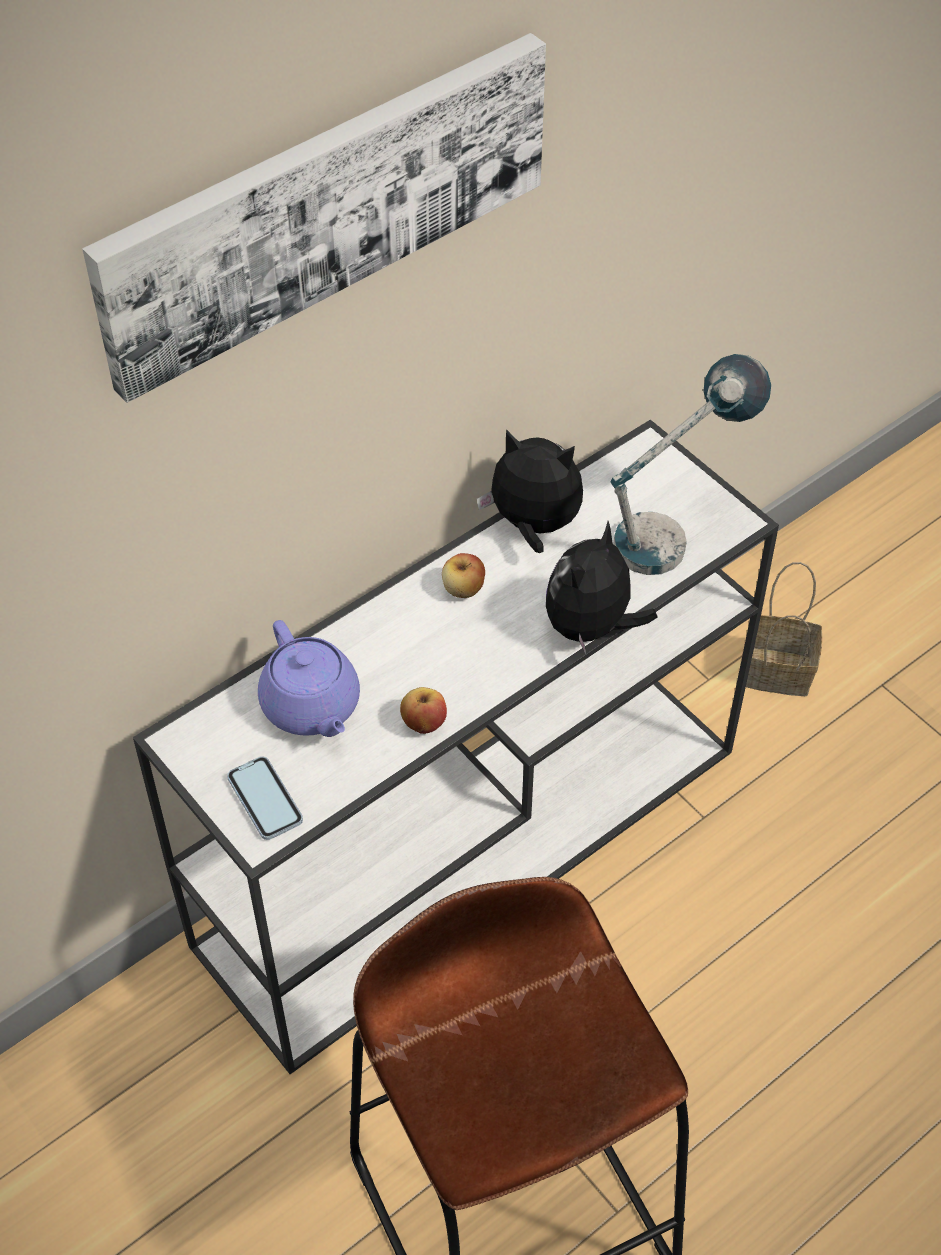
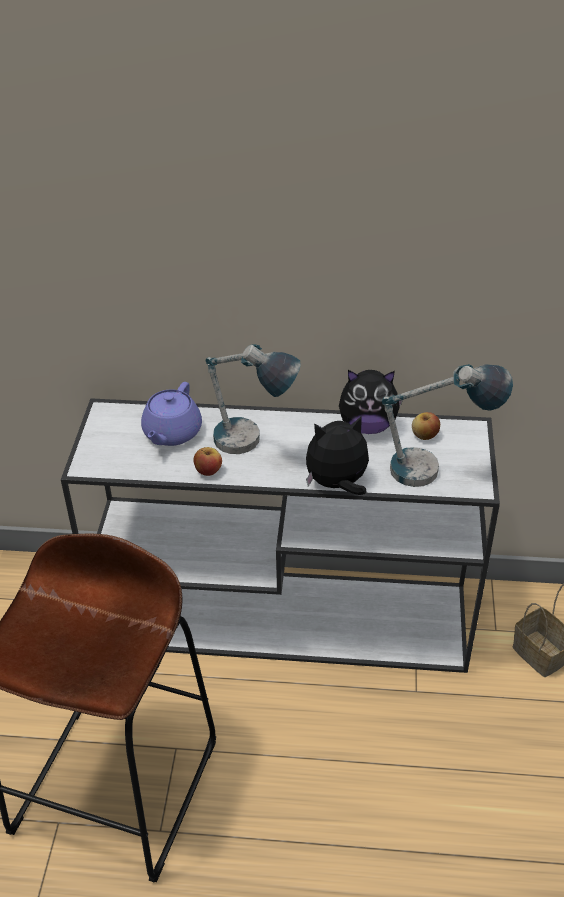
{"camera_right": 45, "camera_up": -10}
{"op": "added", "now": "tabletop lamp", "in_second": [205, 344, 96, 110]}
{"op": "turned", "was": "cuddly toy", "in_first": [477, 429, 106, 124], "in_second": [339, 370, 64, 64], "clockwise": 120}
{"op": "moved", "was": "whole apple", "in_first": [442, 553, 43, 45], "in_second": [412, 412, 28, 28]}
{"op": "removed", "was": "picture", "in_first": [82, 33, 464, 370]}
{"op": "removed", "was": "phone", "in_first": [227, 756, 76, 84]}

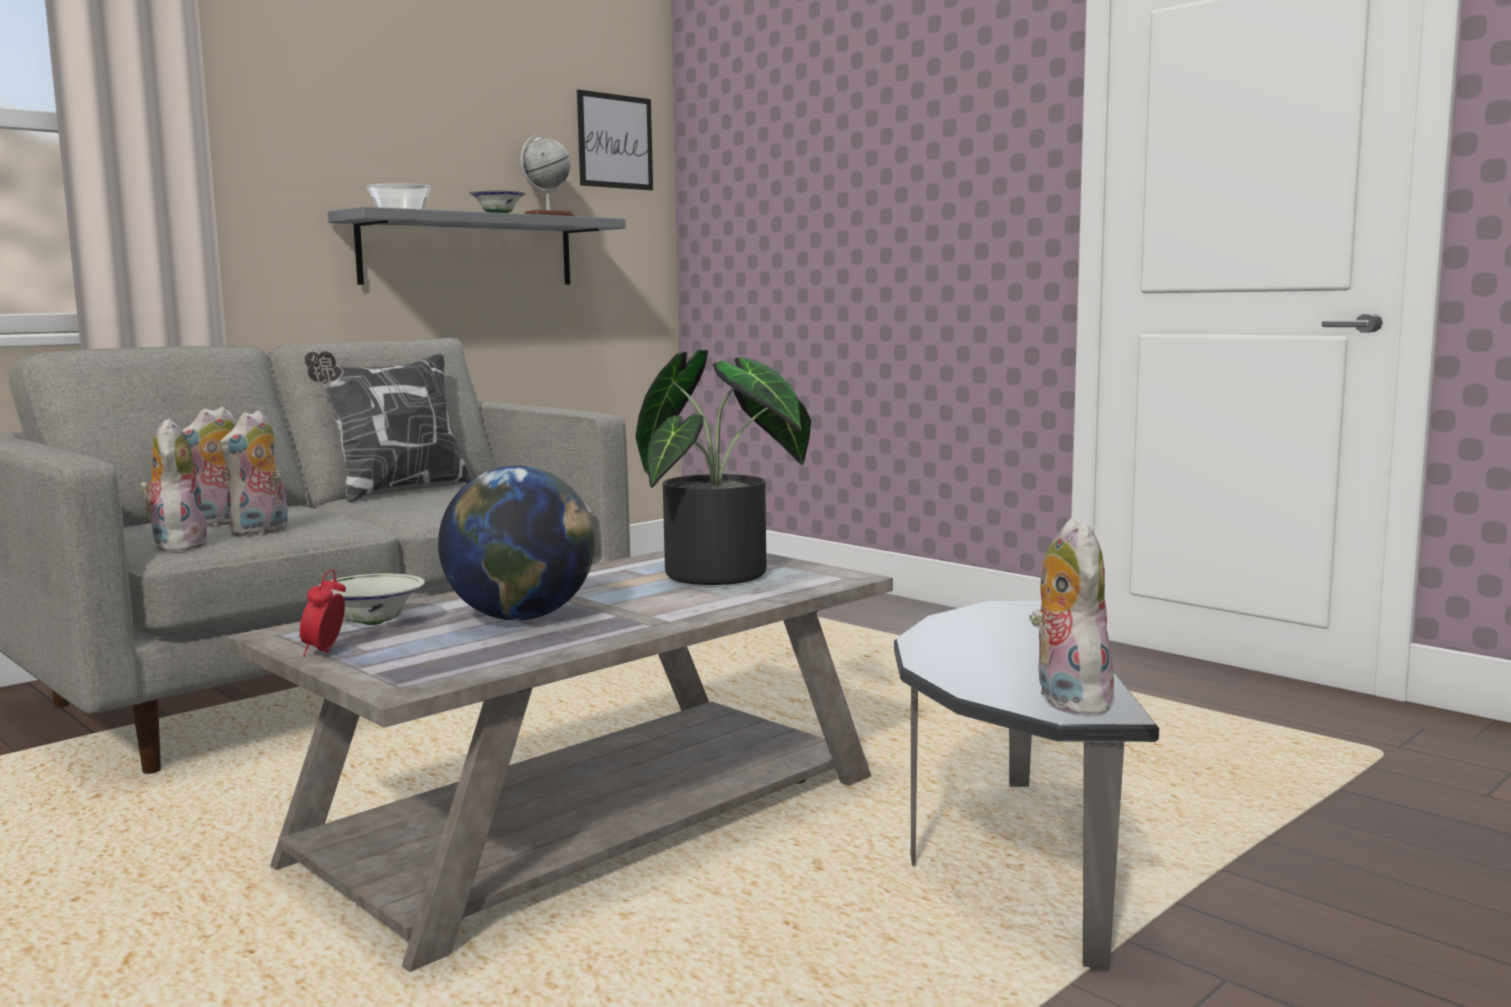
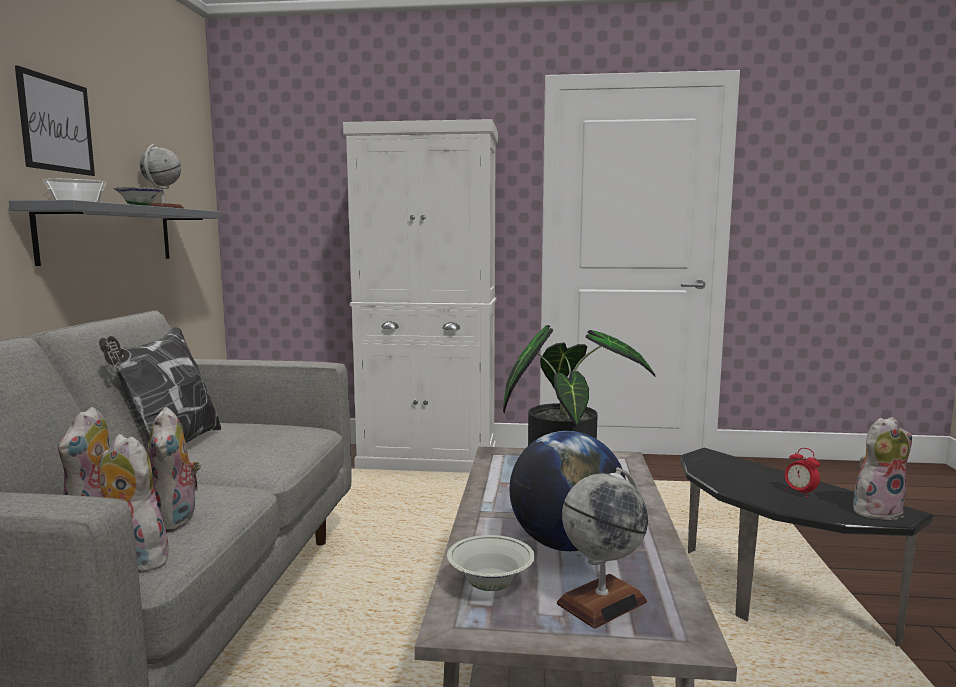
{"camera_right": -40, "camera_up": 0}
{"op": "moved", "was": "picture", "in_first": [577, 90, 76, 100], "in_second": [15, 66, 80, 110]}
{"op": "added", "now": "cupboard/whitish", "in_second": [343, 119, 155, 354]}
{"op": "added", "now": "desk globe", "in_second": [557, 467, 91, 162]}
{"op": "moved", "was": "bedside clock", "in_first": [300, 569, 46, 88], "in_second": [785, 448, 35, 49]}
{"op": "turned", "was": "cuddly toy", "in_first": [1029, 519, 89, 196], "in_second": [853, 417, 59, 103], "clockwise": 120}

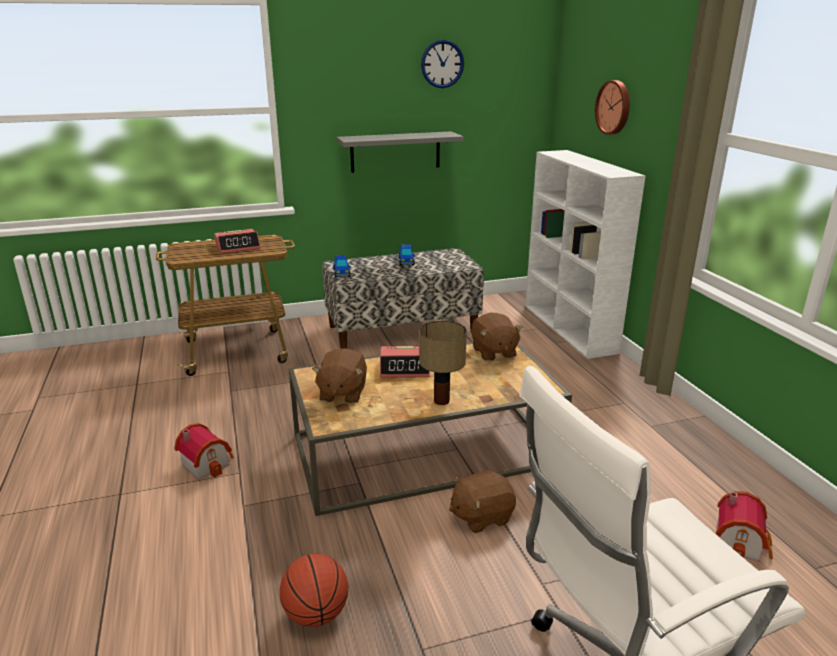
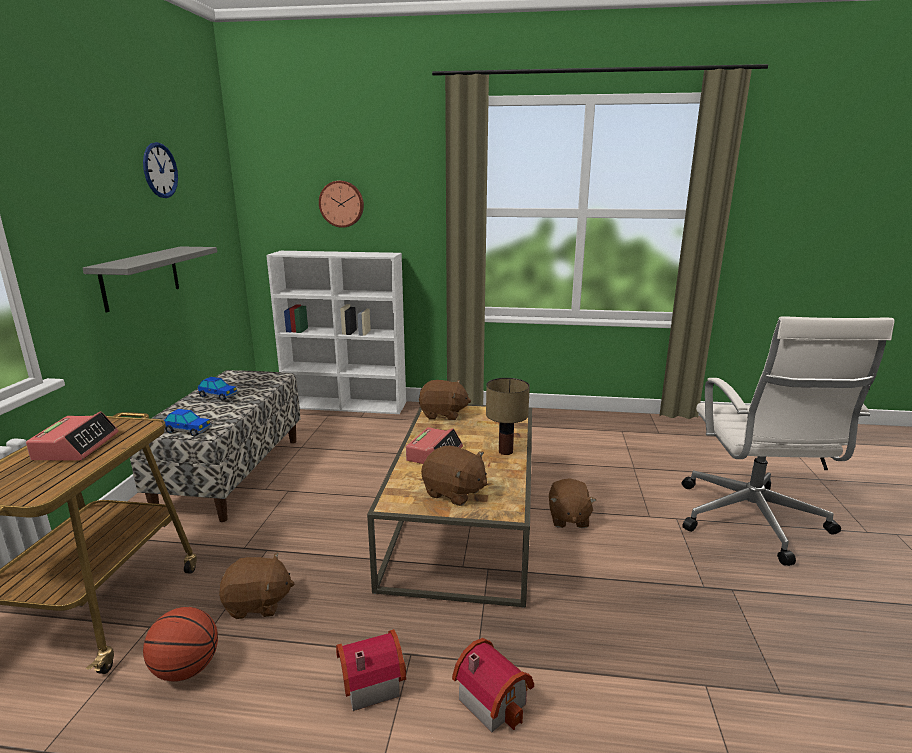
{"camera_right": -65, "camera_up": -5}
{"op": "moved", "was": "basketball ball", "in_first": [280, 554, 68, 73], "in_second": [143, 607, 75, 75]}
{"op": "added", "now": "cuddly toy/brown-coloured", "in_second": [219, 552, 76, 67]}
{"op": "moved", "was": "toy house", "in_first": [716, 491, 57, 71], "in_second": [452, 638, 82, 95]}

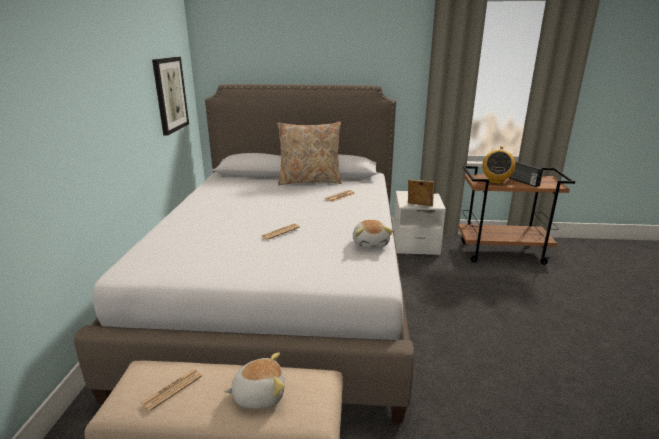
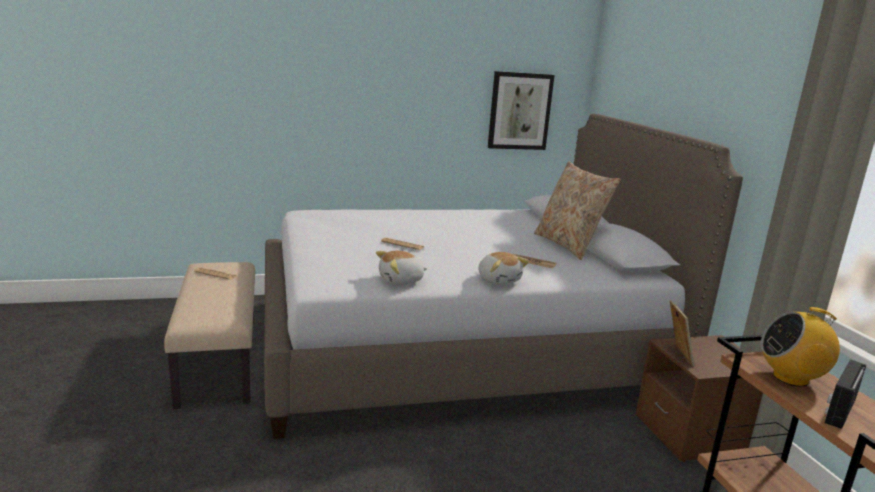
{"camera_right": 70, "camera_up": -5}
{"op": "moved", "was": "cuddly toy", "in_first": [224, 352, 61, 57], "in_second": [478, 252, 51, 32]}
{"op": "recoloured", "was": "bedside table/whitish", "now": "bedside table/brown-coloured", "in_first": [393, 191, 53, 64], "in_second": [635, 335, 128, 127]}

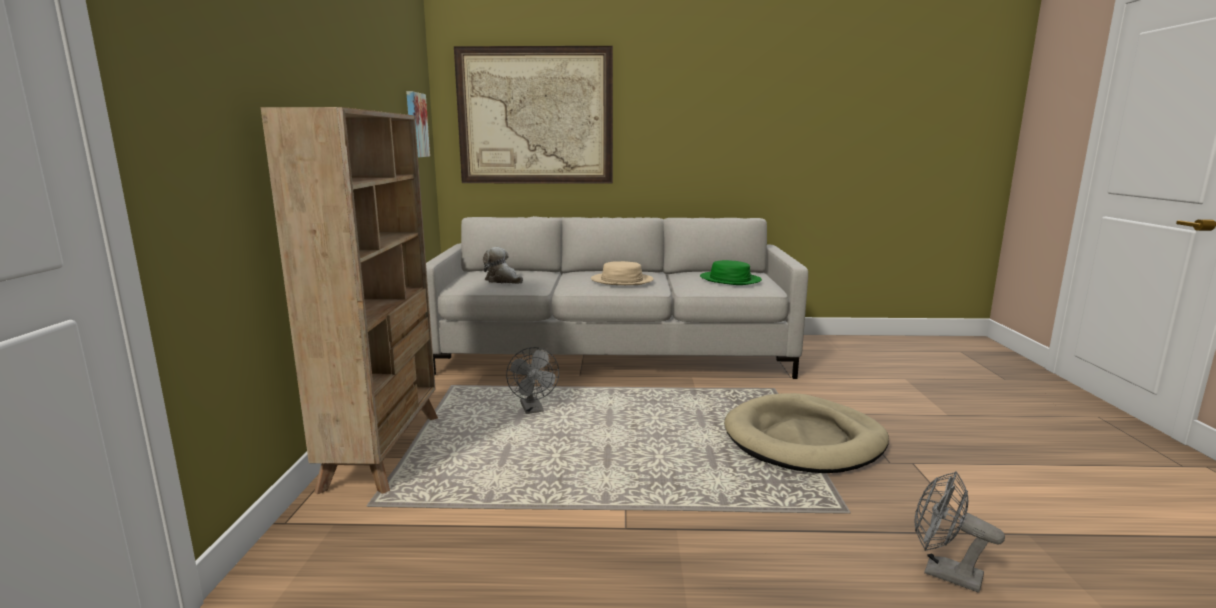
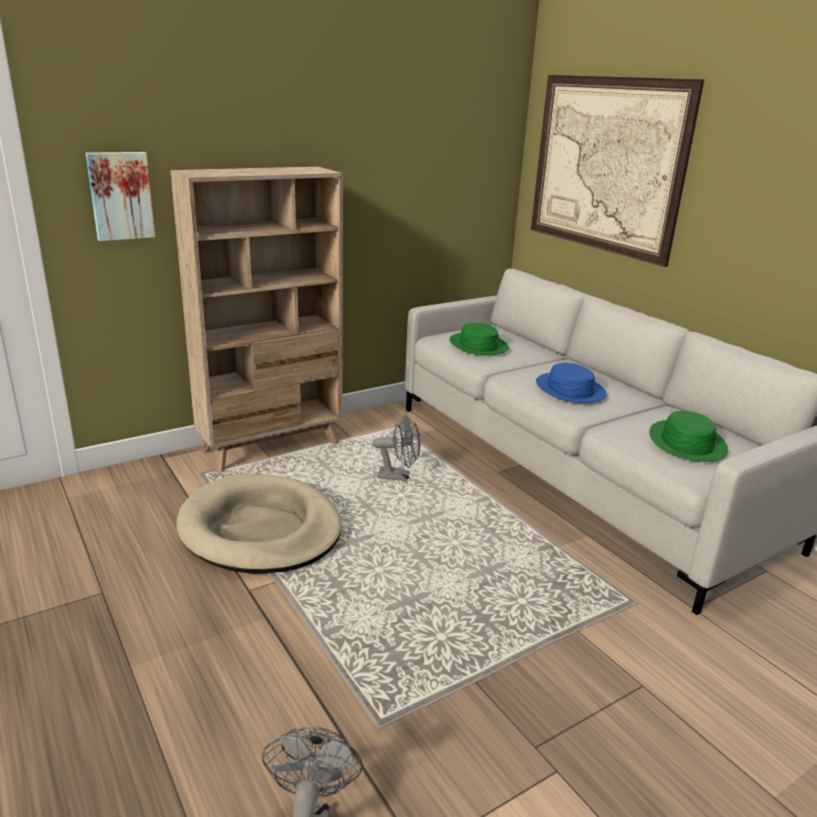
{"camera_right": 55, "camera_up": 10}
{"op": "moved", "was": "picture", "in_first": [406, 91, 24, 67], "in_second": [86, 152, 69, 89]}
{"op": "moved", "was": "pet bed/beige-coloured", "in_first": [724, 393, 165, 80], "in_second": [176, 474, 166, 100]}
{"op": "turned", "was": "fan/greyish", "in_first": [506, 347, 53, 67], "in_second": [372, 415, 49, 66], "clockwise": -120}
{"op": "replaced", "was": "cuddly toy", "now": "wearable hat/greenish", "in_first": [483, 247, 40, 37], "in_second": [450, 323, 59, 32]}
{"op": "recoloured", "was": "wearable hat/beige-coloured", "now": "wearable hat/blue", "in_first": [591, 261, 63, 24], "in_second": [536, 363, 71, 40]}

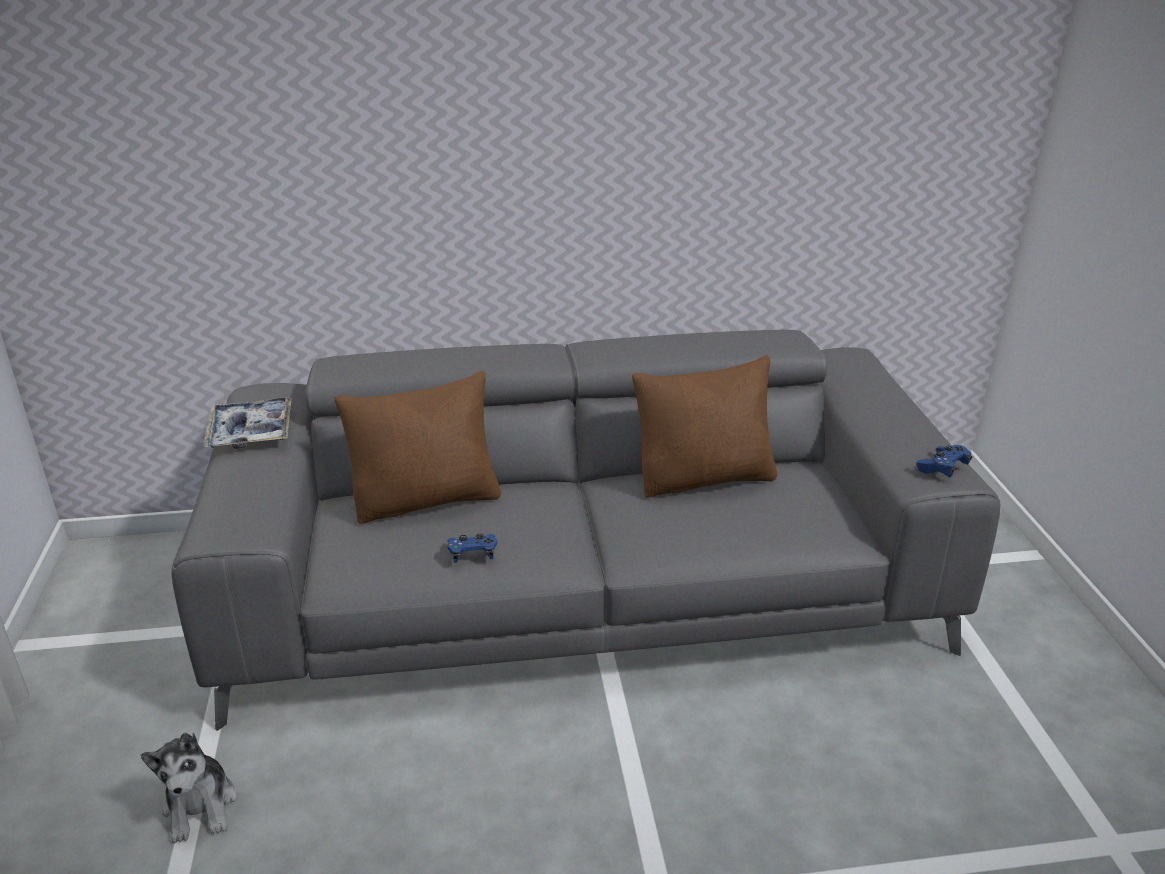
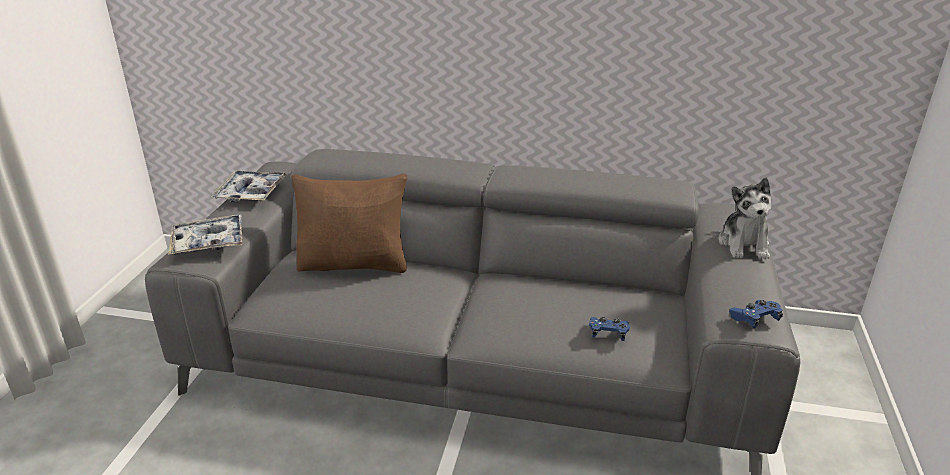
{"camera_right": 20, "camera_up": 0}
{"op": "added", "now": "carrying tray", "in_second": [168, 215, 75, 40]}
{"op": "moved", "was": "gamepad/blue", "in_first": [447, 533, 50, 30], "in_second": [589, 317, 41, 24]}
{"op": "moved", "was": "cuddly toy", "in_first": [140, 732, 97, 111], "in_second": [718, 177, 53, 82]}
{"op": "removed", "was": "throw pillow/brown-coloured", "in_first": [632, 355, 146, 143]}

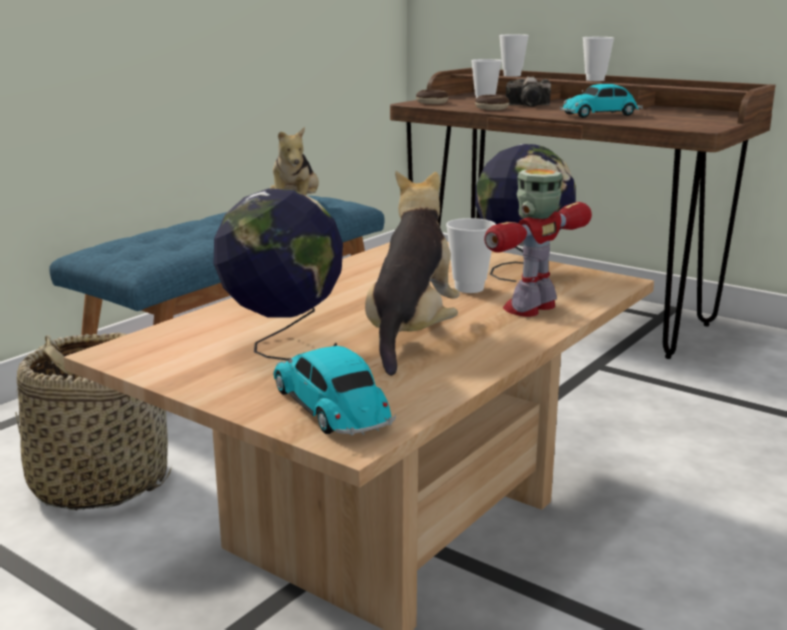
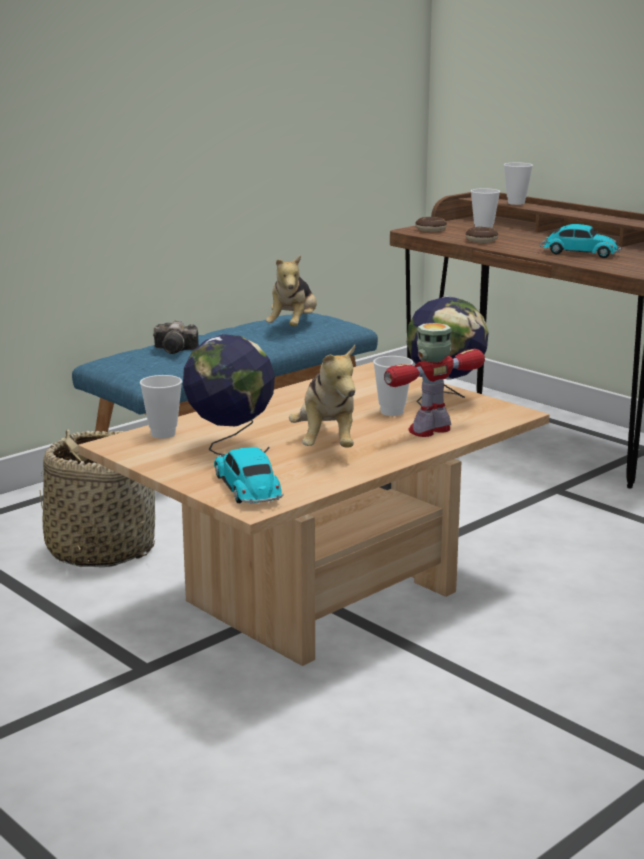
{"camera_right": 10, "camera_up": 0}
{"op": "moved", "was": "cup", "in_first": [583, 37, 31, 44], "in_second": [140, 375, 42, 64]}
{"op": "moved", "was": "still camera", "in_first": [506, 76, 45, 31], "in_second": [153, 321, 46, 33]}
{"op": "turned", "was": "cuddly toy", "in_first": [365, 170, 95, 206], "in_second": [289, 345, 66, 103], "clockwise": 150}
{"op": "turned", "was": "toy car", "in_first": [560, 84, 83, 34], "in_second": [540, 224, 82, 34], "clockwise": -150}

